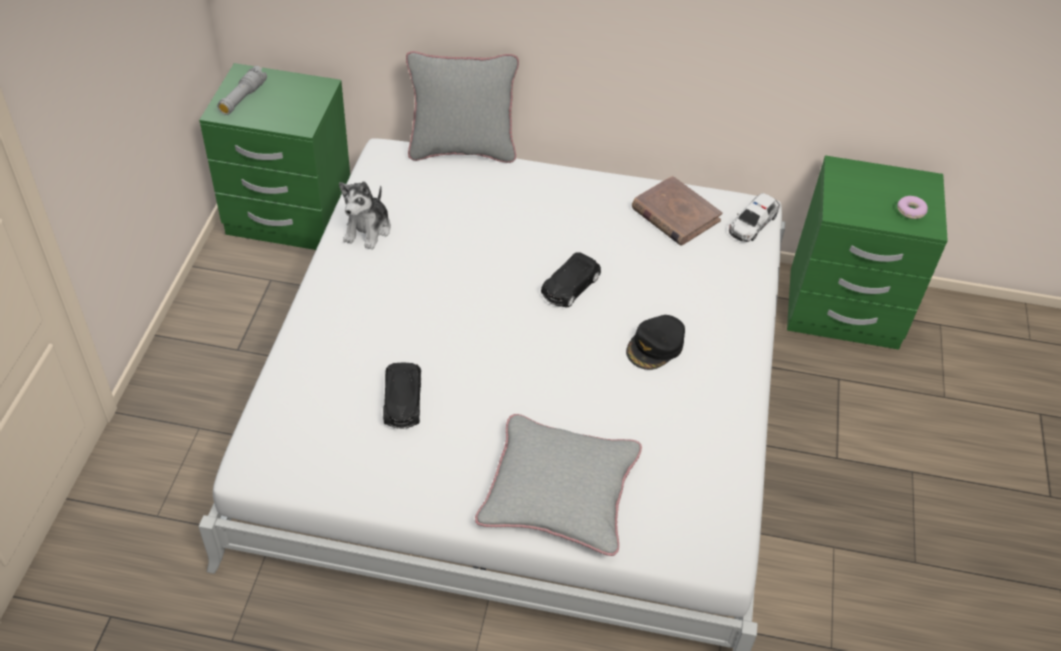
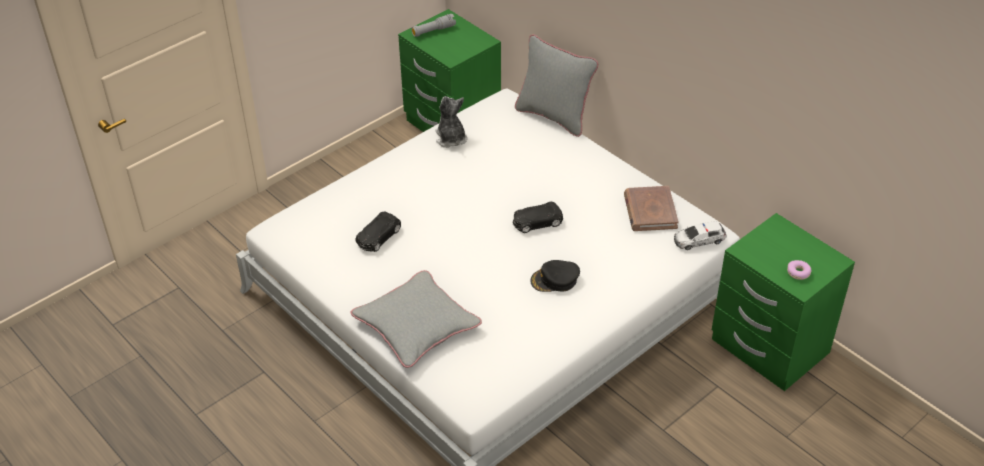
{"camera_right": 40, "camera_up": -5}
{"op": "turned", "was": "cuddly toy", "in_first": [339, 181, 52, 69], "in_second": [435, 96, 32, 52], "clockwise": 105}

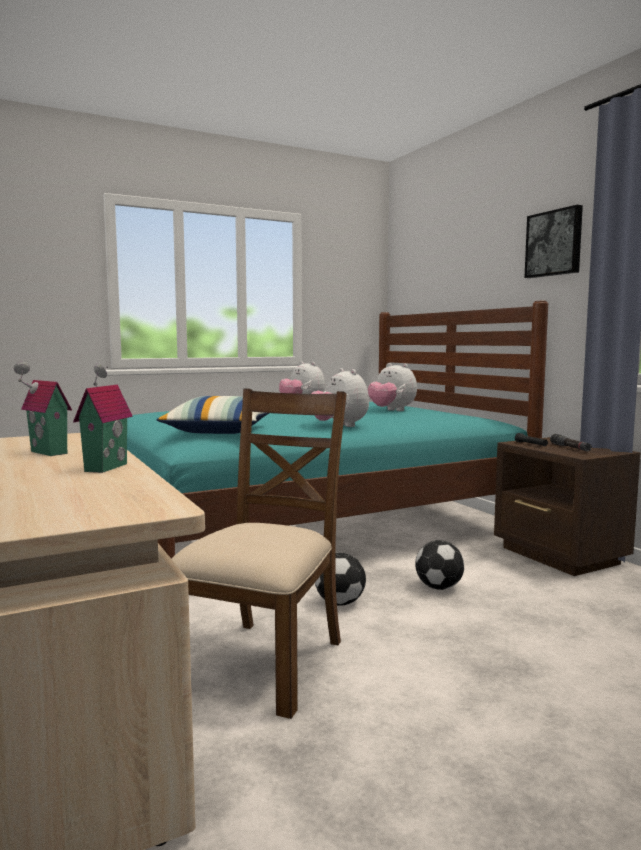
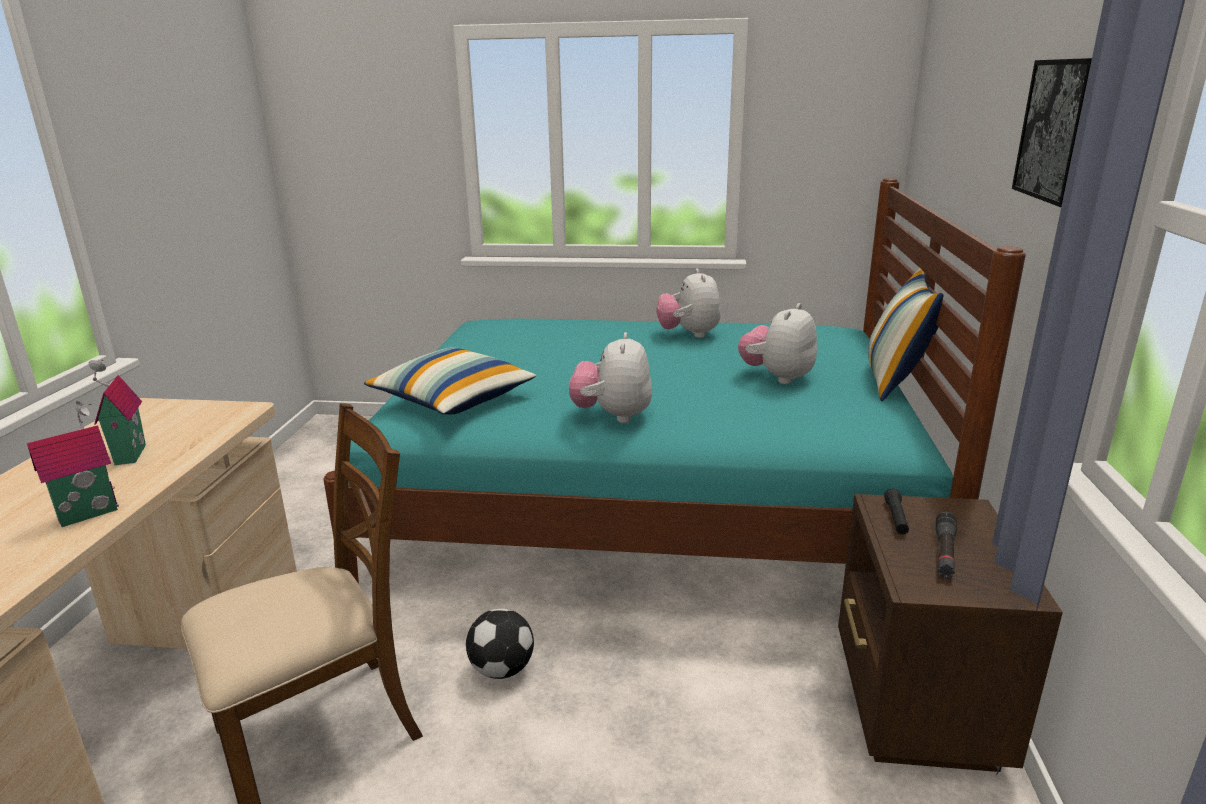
{"camera_right": 35, "camera_up": 15}
{"op": "turned", "was": "cuddly toy", "in_first": [368, 363, 49, 48], "in_second": [738, 303, 79, 81], "clockwise": 45}
{"op": "added", "now": "throw pillow", "in_second": [868, 268, 76, 133]}
{"op": "removed", "was": "ball for football", "in_first": [415, 540, 49, 50]}

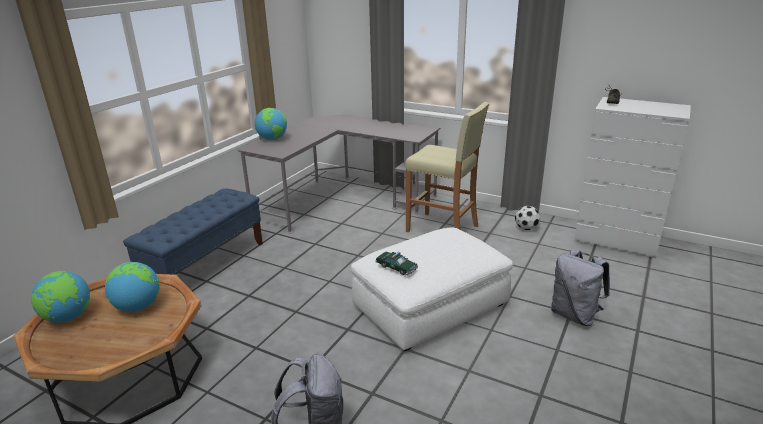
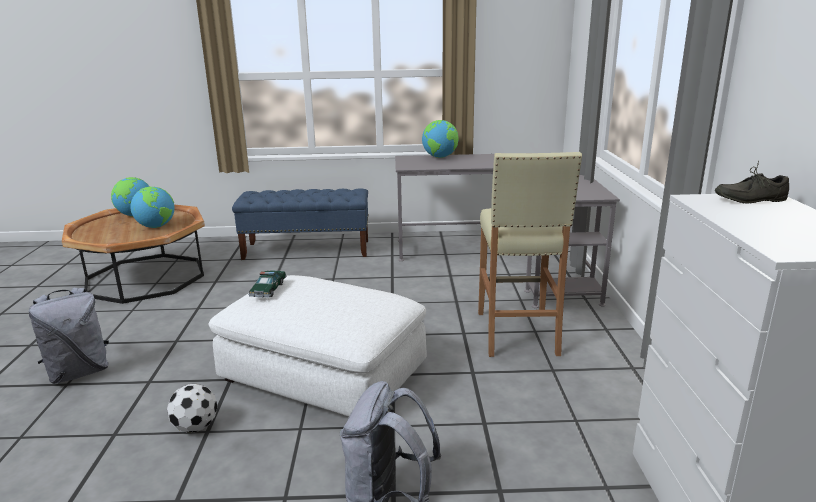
{"camera_right": 60, "camera_up": -5}
{"op": "moved", "was": "ball for football", "in_first": [515, 206, 25, 24], "in_second": [167, 384, 50, 49]}

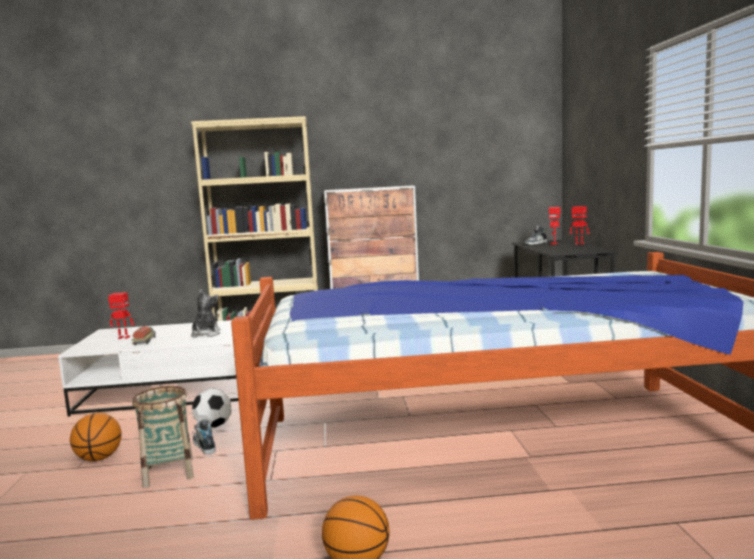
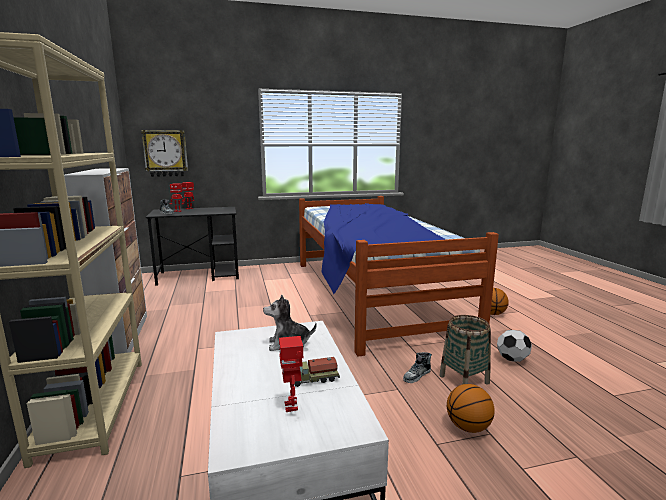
{"camera_right": -100, "camera_up": 5}
{"op": "added", "now": "clock on the wall", "in_second": [141, 130, 47, 47]}
{"op": "moved", "was": "ball for football", "in_first": [192, 388, 39, 40], "in_second": [497, 330, 35, 32]}

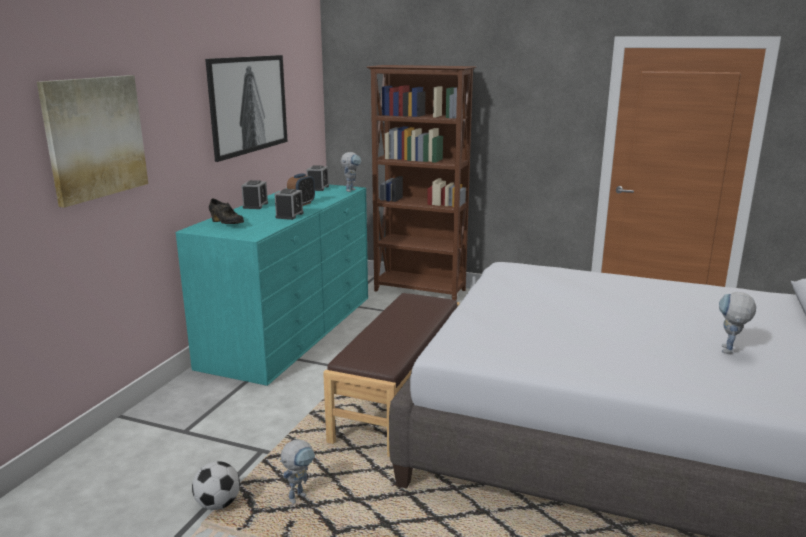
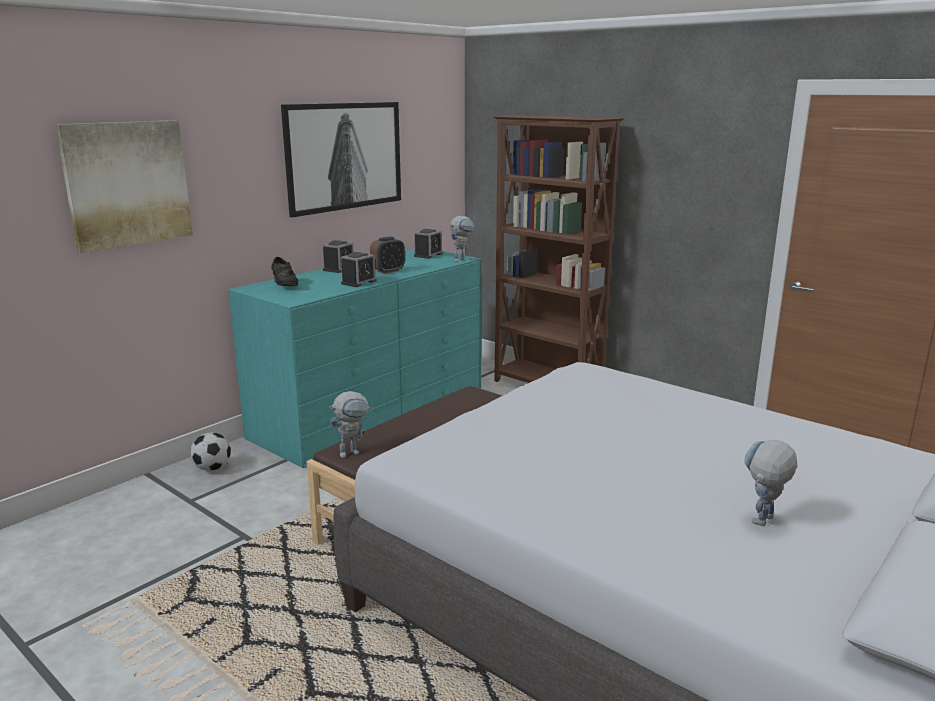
{"camera_right": 20, "camera_up": 0}
{"op": "moved", "was": "ball for football", "in_first": [192, 461, 48, 49], "in_second": [190, 433, 41, 38]}
{"op": "moved", "was": "toy robot", "in_first": [280, 439, 35, 65], "in_second": [329, 391, 43, 67]}

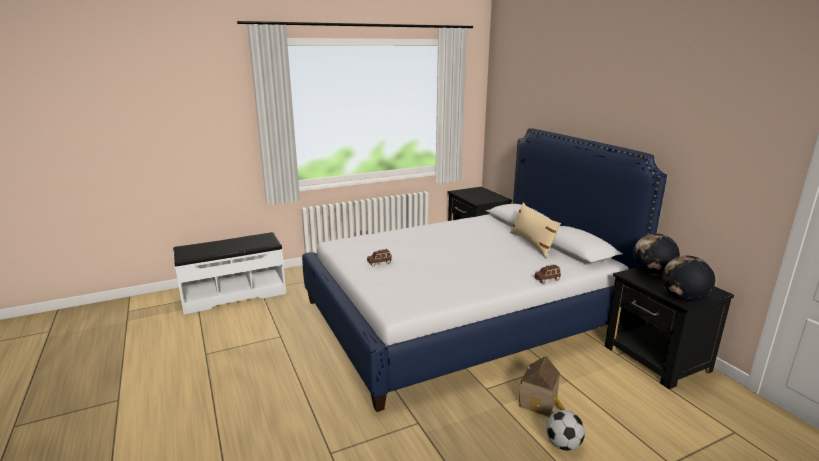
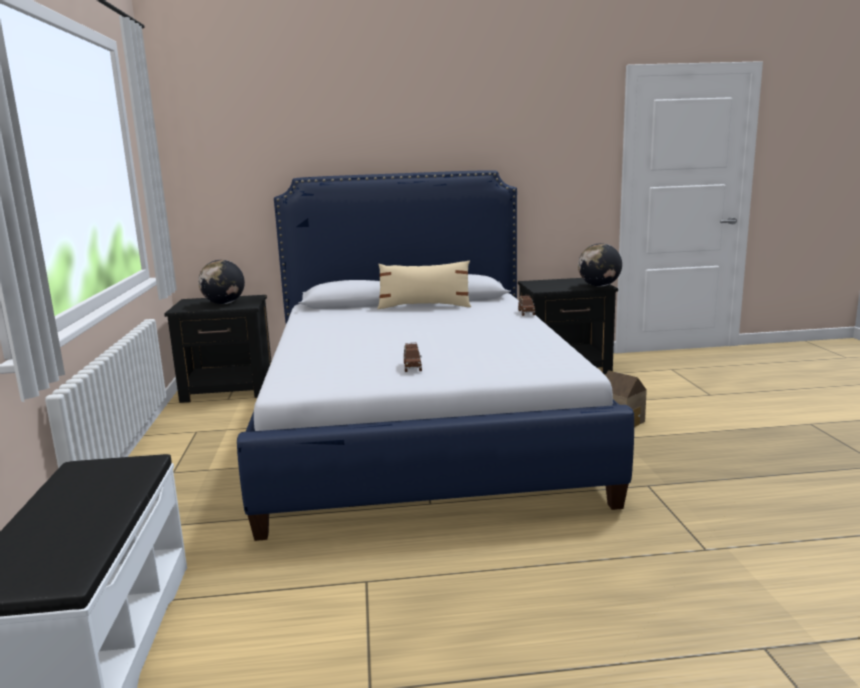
{"camera_right": -70, "camera_up": -5}
{"op": "moved", "was": "desk globe", "in_first": [633, 233, 47, 42], "in_second": [198, 260, 47, 44]}
{"op": "removed", "was": "ball for football", "in_first": [546, 410, 39, 41]}

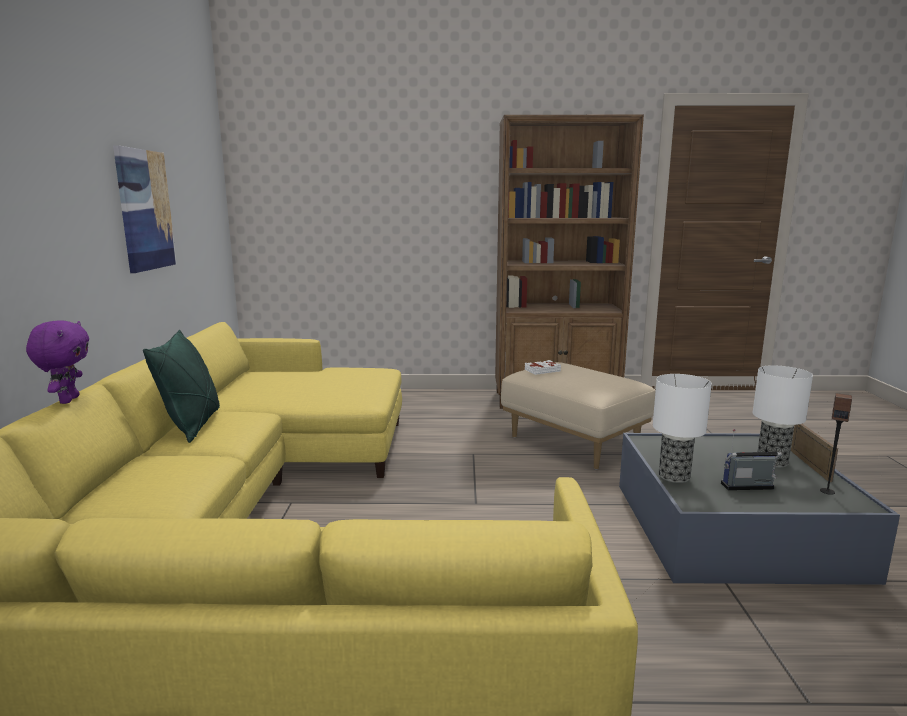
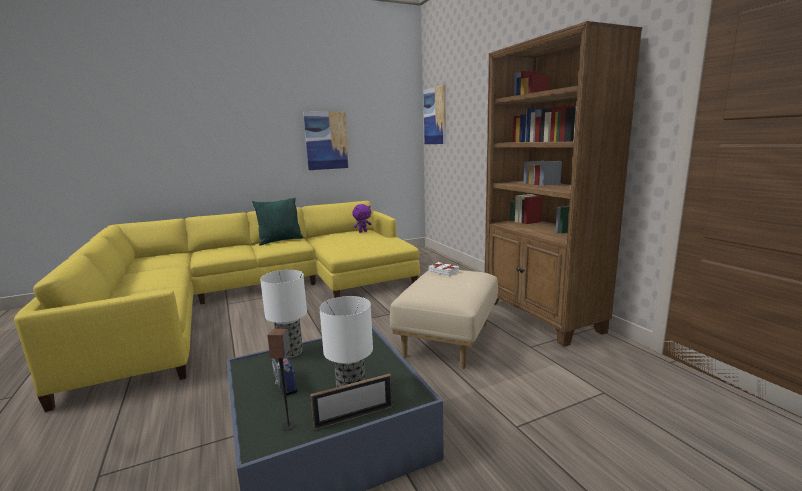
{"camera_right": 65, "camera_up": 0}
{"op": "moved", "was": "cuddly toy/purple", "in_first": [26, 320, 63, 84], "in_second": [352, 204, 20, 29]}
{"op": "added", "now": "picture", "in_second": [424, 85, 22, 59]}

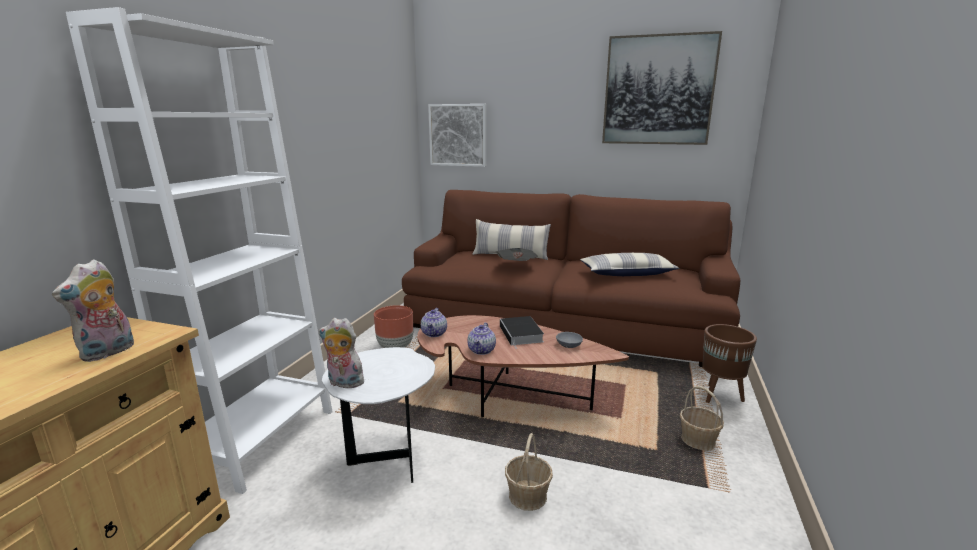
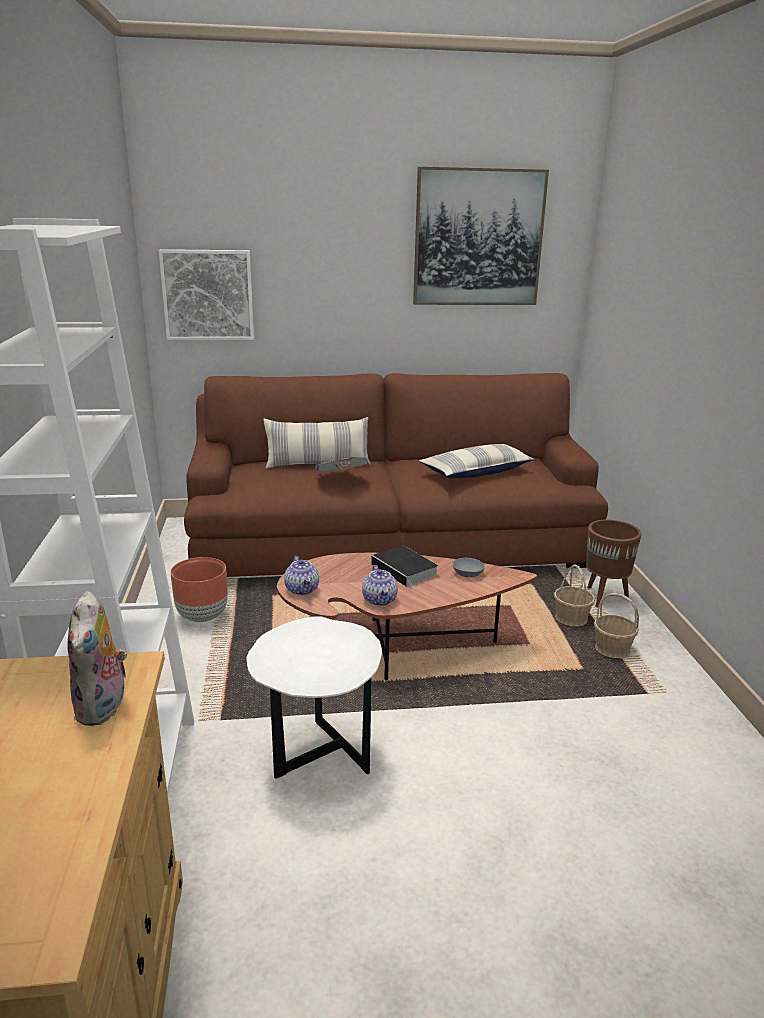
{"camera_right": -25, "camera_up": 5}
{"op": "moved", "was": "basket", "in_first": [505, 433, 48, 78], "in_second": [554, 565, 41, 61]}
{"op": "removed", "was": "cuddly toy", "in_first": [319, 318, 45, 70]}

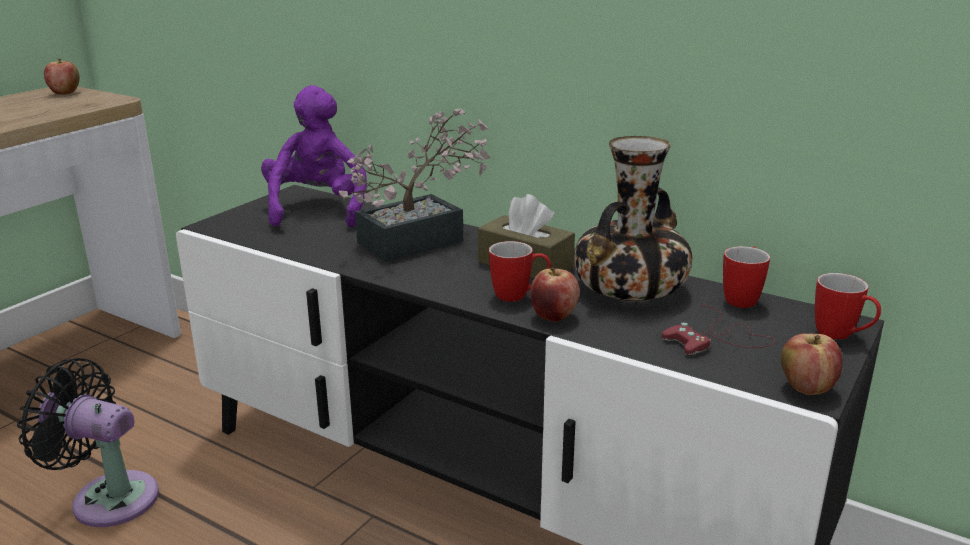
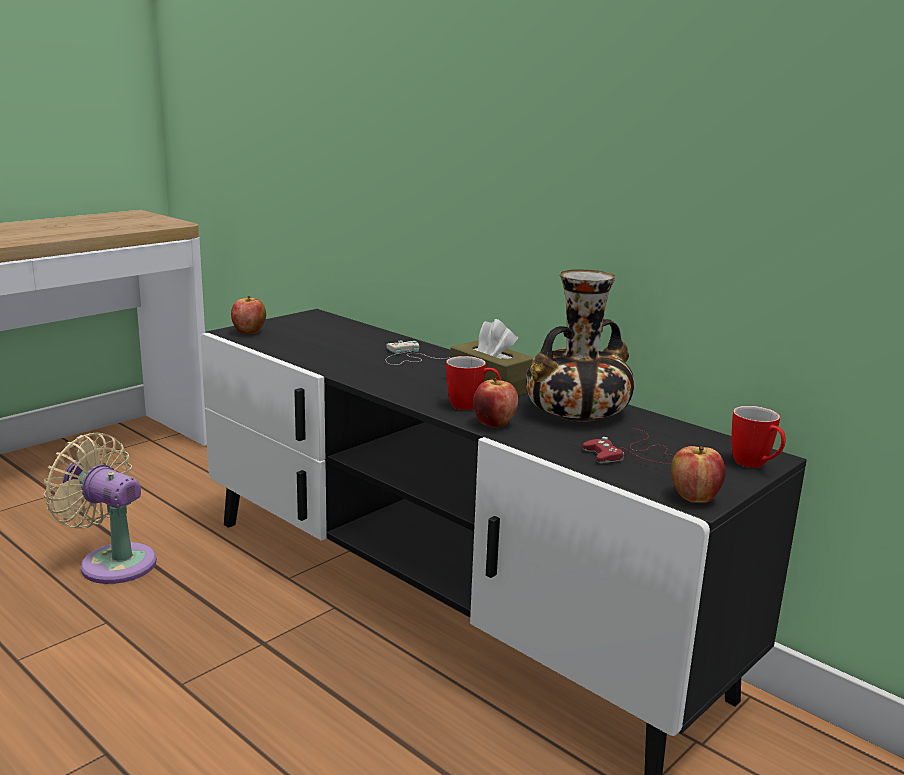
{"camera_right": 10, "camera_up": -5}
{"op": "recoloured", "was": "fan/black", "now": "fan/beige-coloured", "in_first": [17, 358, 142, 169], "in_second": [44, 433, 113, 151]}
{"op": "moved", "was": "whole apple", "in_first": [44, 59, 36, 36], "in_second": [231, 296, 35, 38]}
{"op": "replaced", "was": "houseplant", "now": "gamepad/whitish", "in_first": [339, 109, 152, 153], "in_second": [386, 341, 64, 24]}
{"op": "removed", "was": "cuddly toy/purple", "in_first": [261, 85, 106, 142]}
{"op": "removed", "was": "coffee mug", "in_first": [723, 246, 47, 62]}

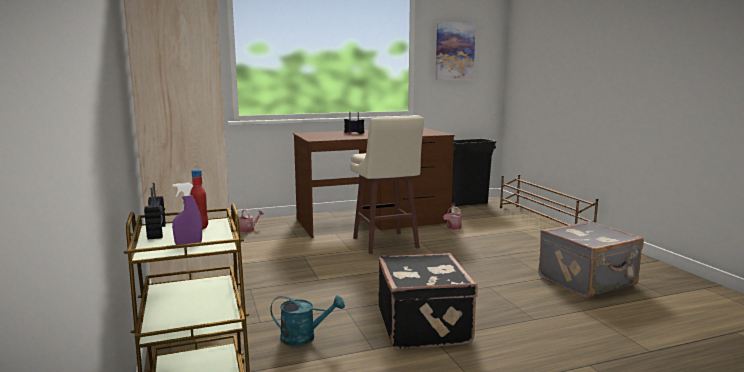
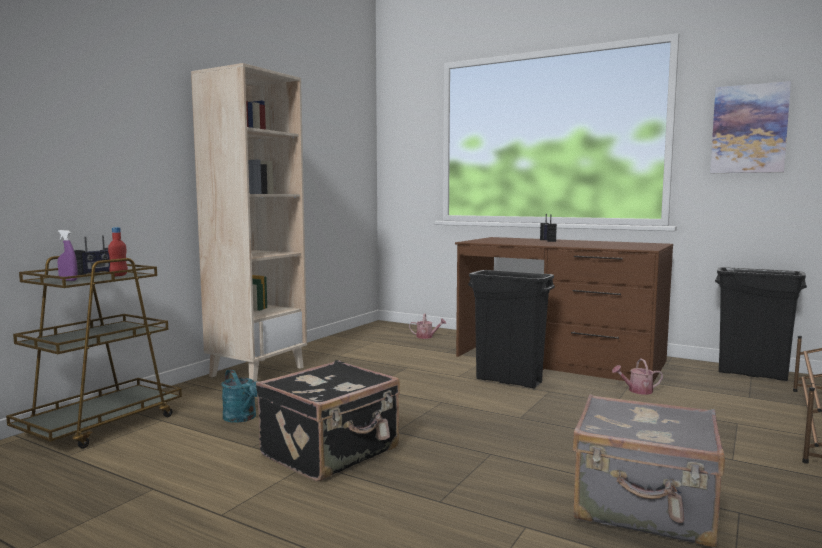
{"camera_right": 50, "camera_up": -5}
{"op": "replaced", "was": "stool seat/beige-coloured", "now": "waste bin/black", "in_first": [350, 116, 74, 138], "in_second": [468, 270, 87, 119]}

